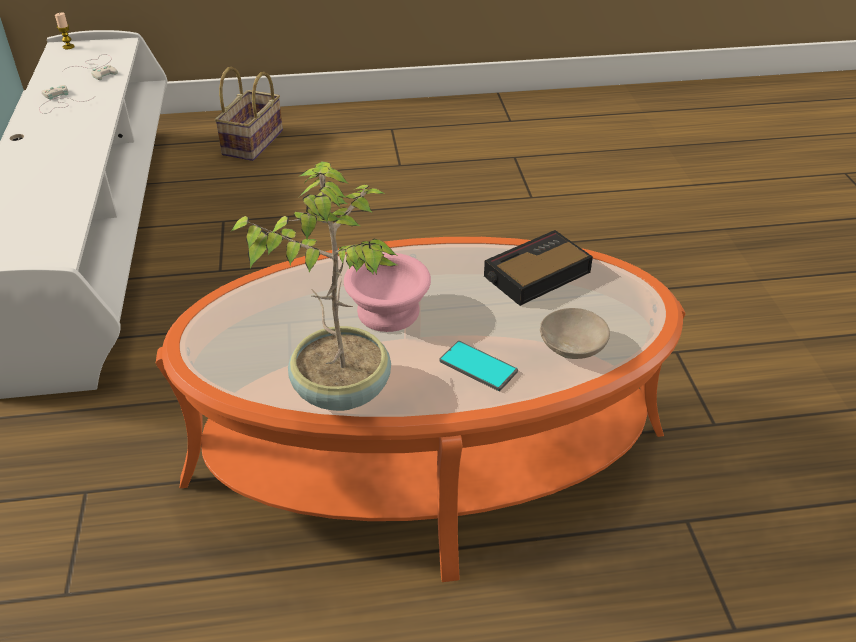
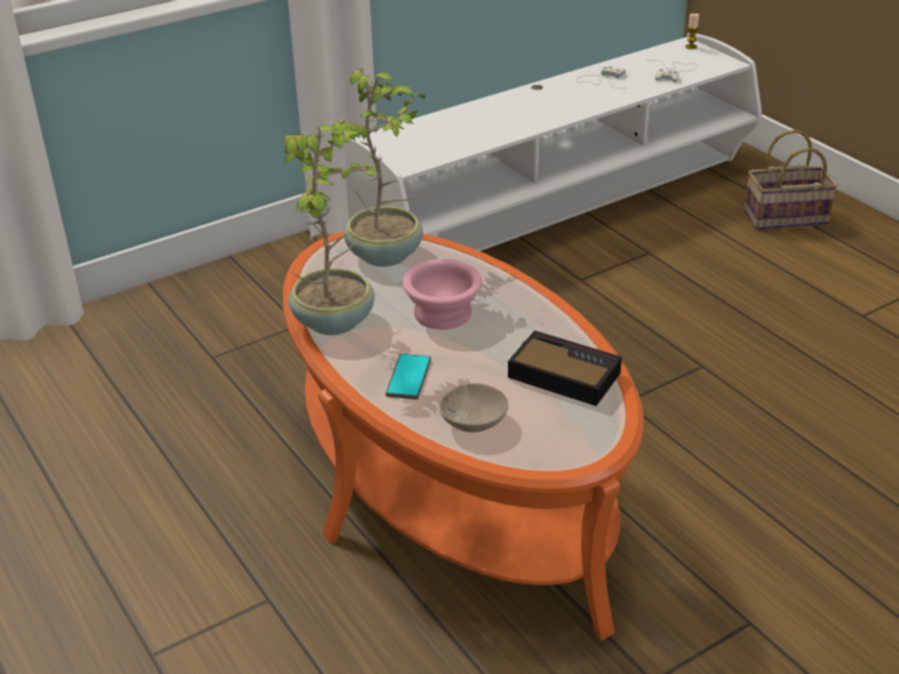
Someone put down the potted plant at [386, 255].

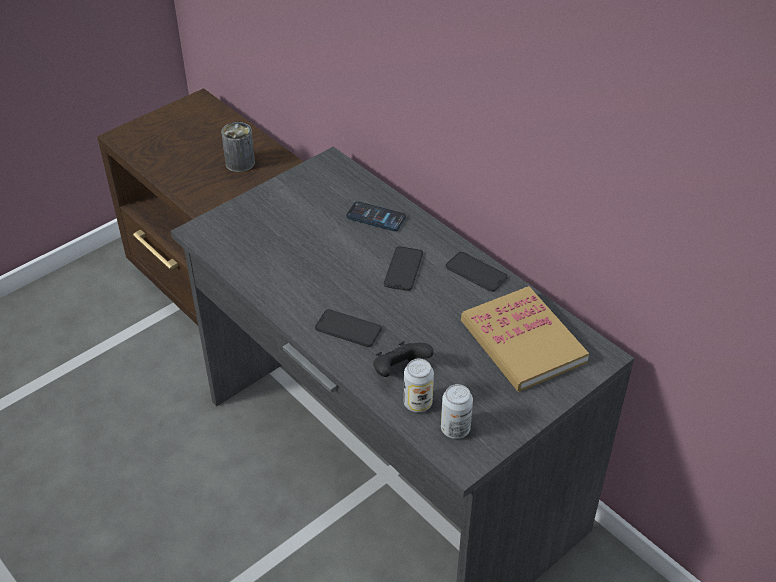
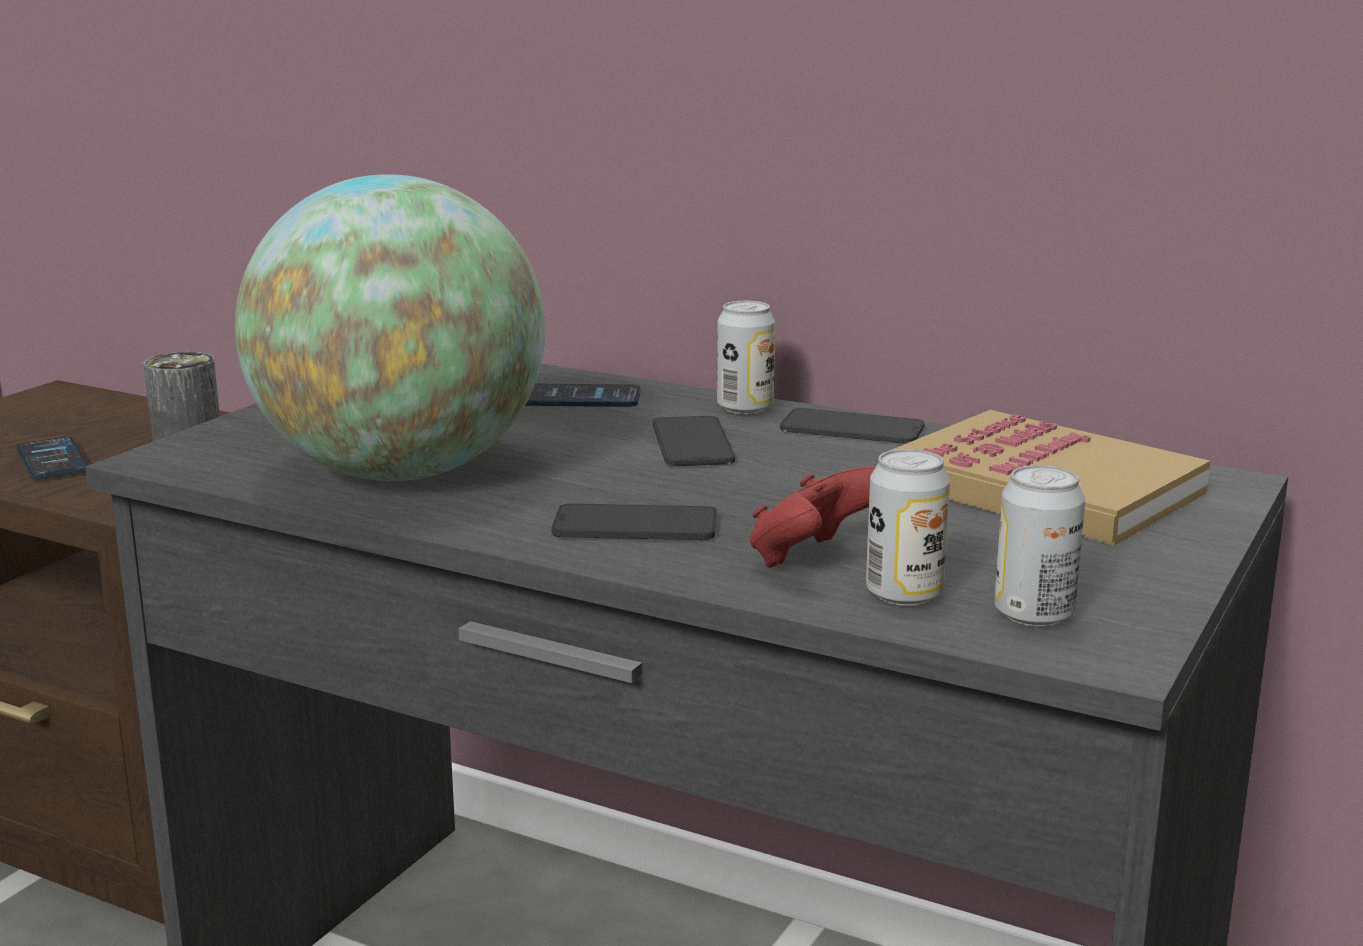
Someone put down the phone at [53, 461].
Someone put down the globe at [400, 472].
Someone put down the can at [745, 408].
Someone repainted the game controller (black) at [399, 371], which became the game controller (red) at [813, 560].

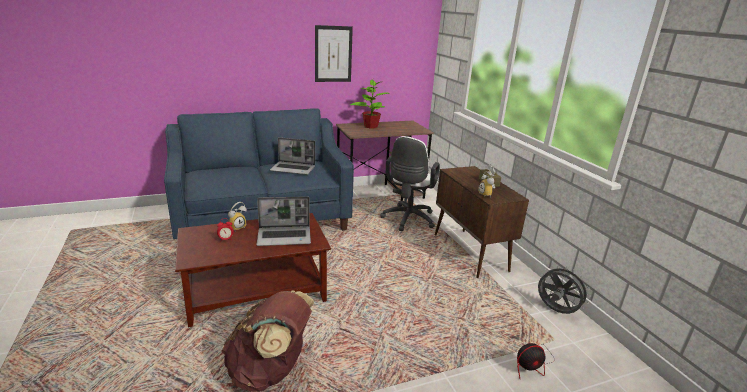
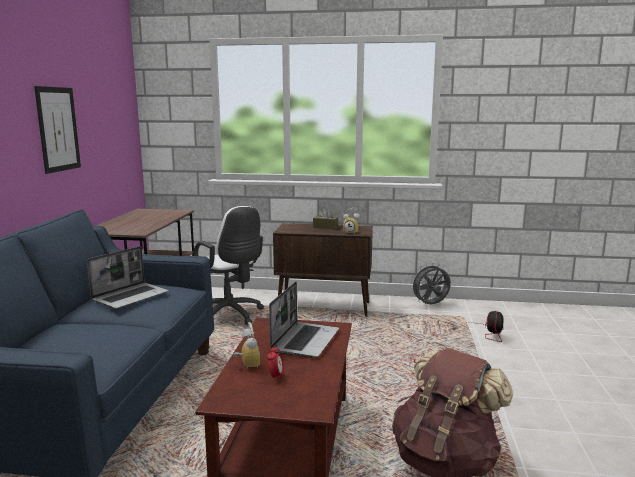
Someone took away the potted plant at [370, 126].

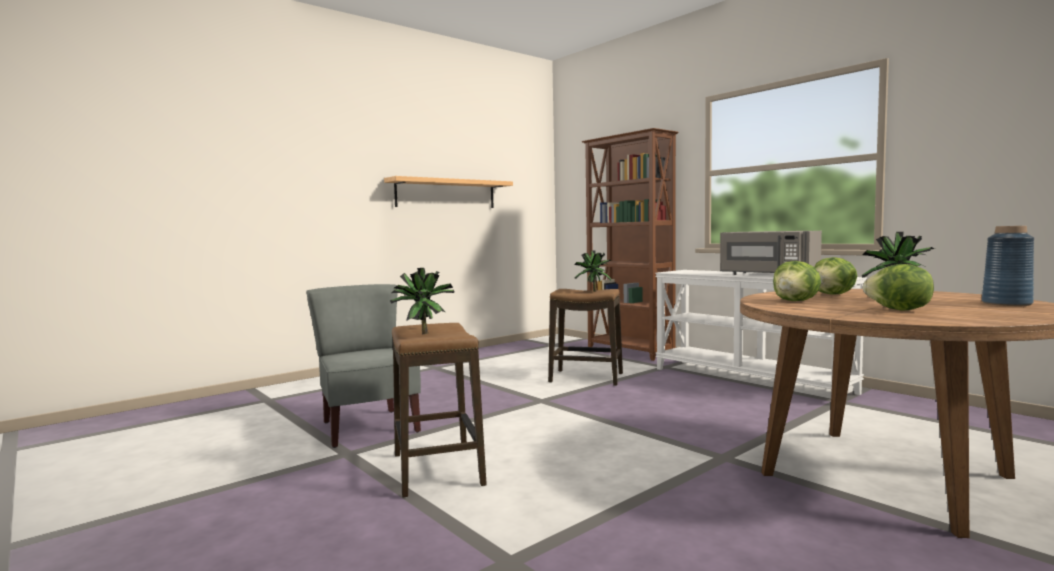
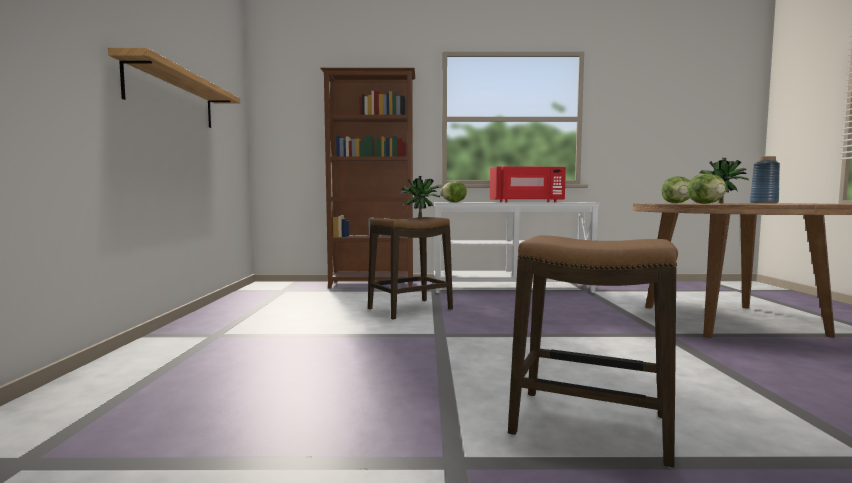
Someone carried the lettuce from [899, 310] to [454, 202].
Someone repainted the microwave (grey) at [767, 275], which became the microwave (red) at [527, 202].
Someone took away the chair (grey) at [368, 427].
Someone took away the potted plant at [422, 333].

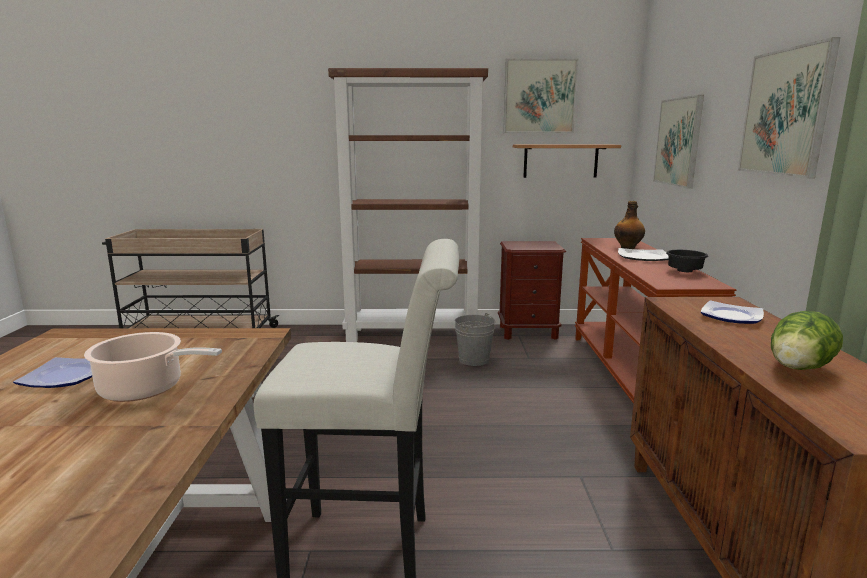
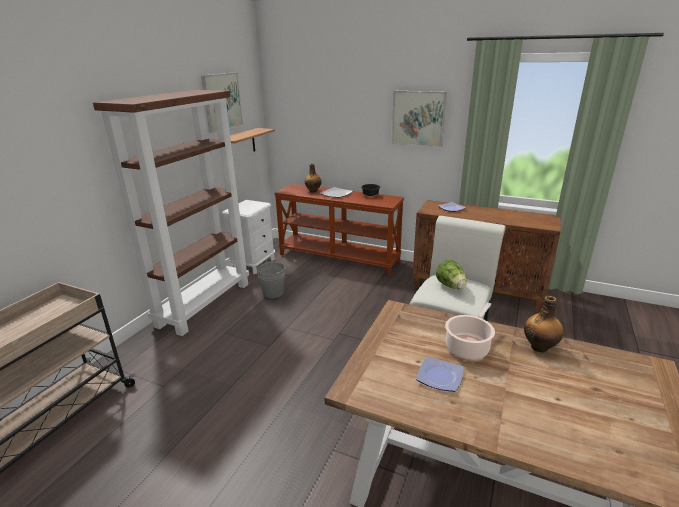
Someone repainted the nightstand (brown) at [528, 332], which became the nightstand (white) at [254, 264].
Someone carried the lettuce from [798, 369] to [451, 286].
Someone put down the bottle at [540, 347].
Someone took away the picture at [678, 142].

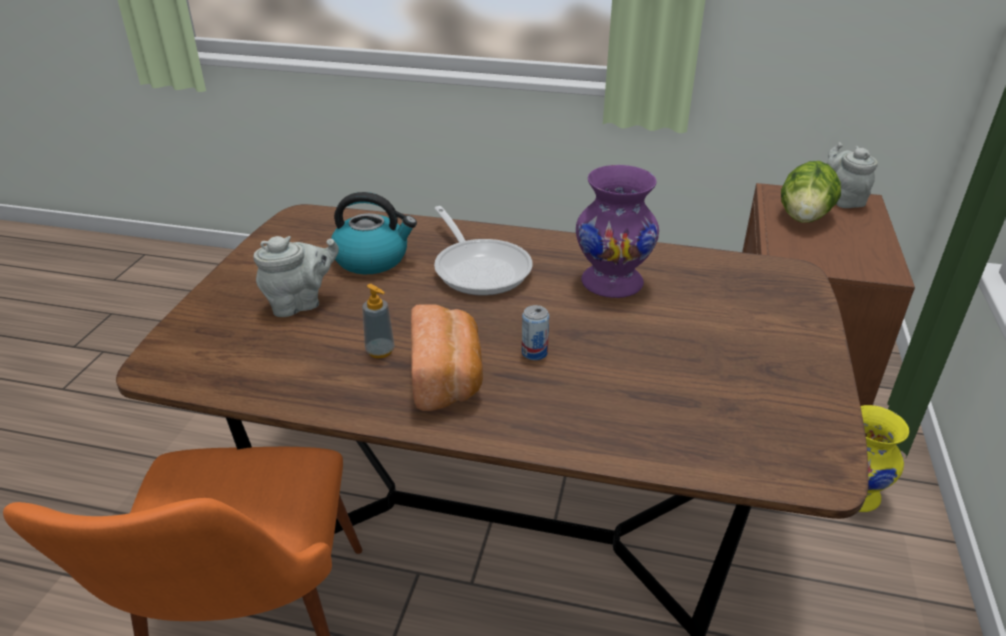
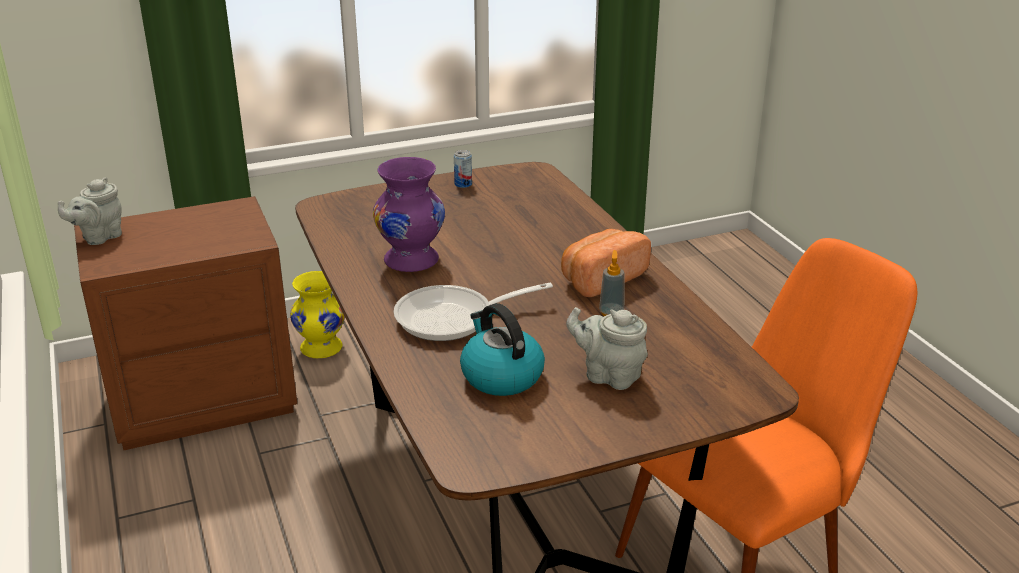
Someone rotated the frying pan at [479, 268] by 135 degrees counterclockwise.
Someone carried the can from [534, 353] to [463, 184].
Someone took away the lettuce at [804, 218].

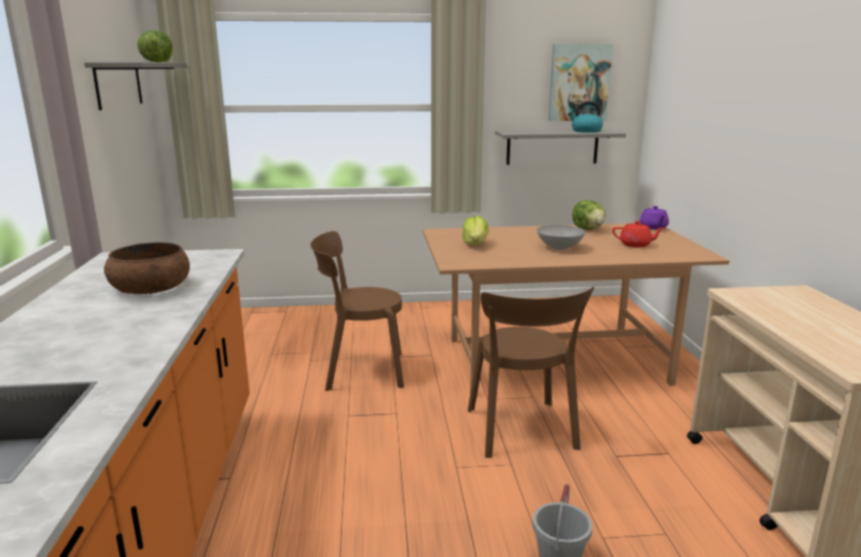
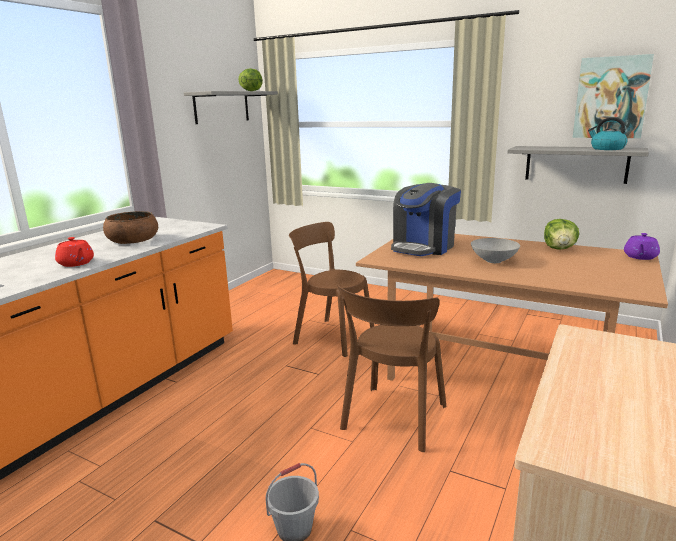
Someone carried the teapot (red) from [636, 245] to [76, 263].
Someone swapped the lettuce at [475, 244] for the coffee machine at [423, 247].

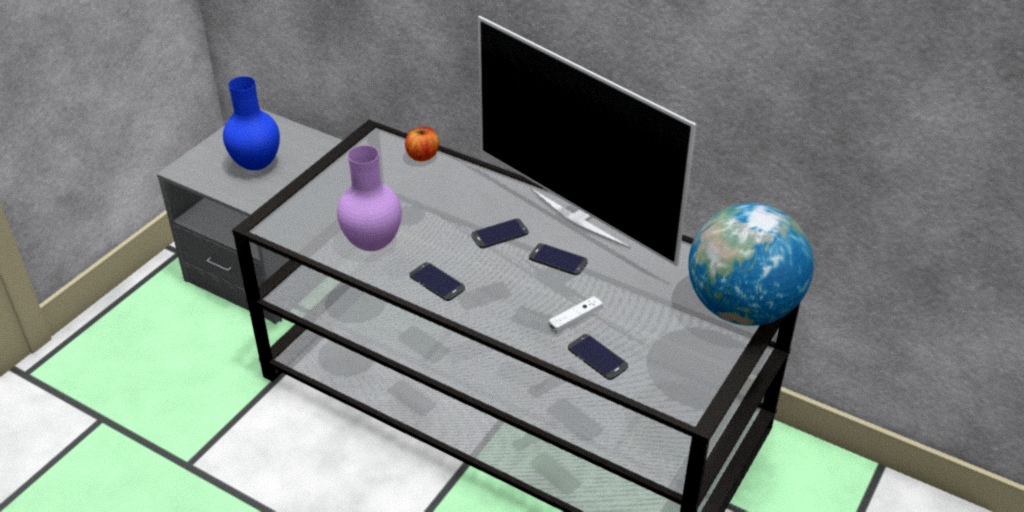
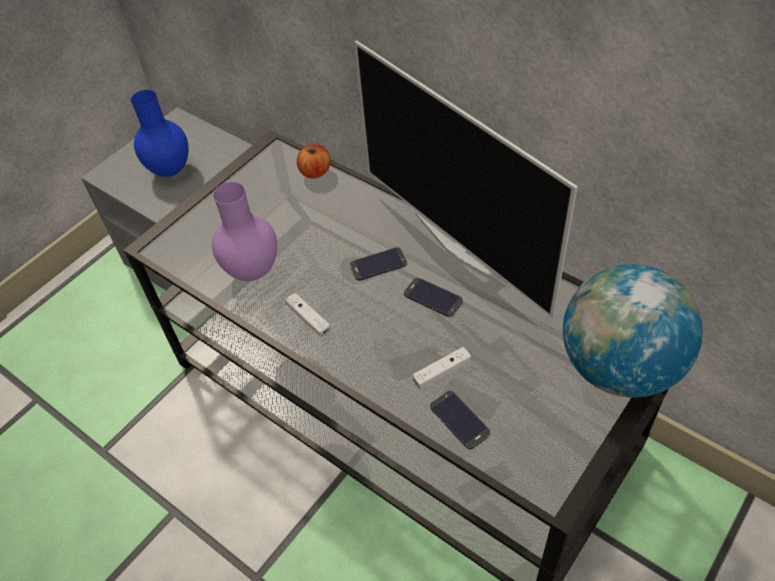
Someone swapped the phone at [437, 282] for the game controller (white) at [308, 319].

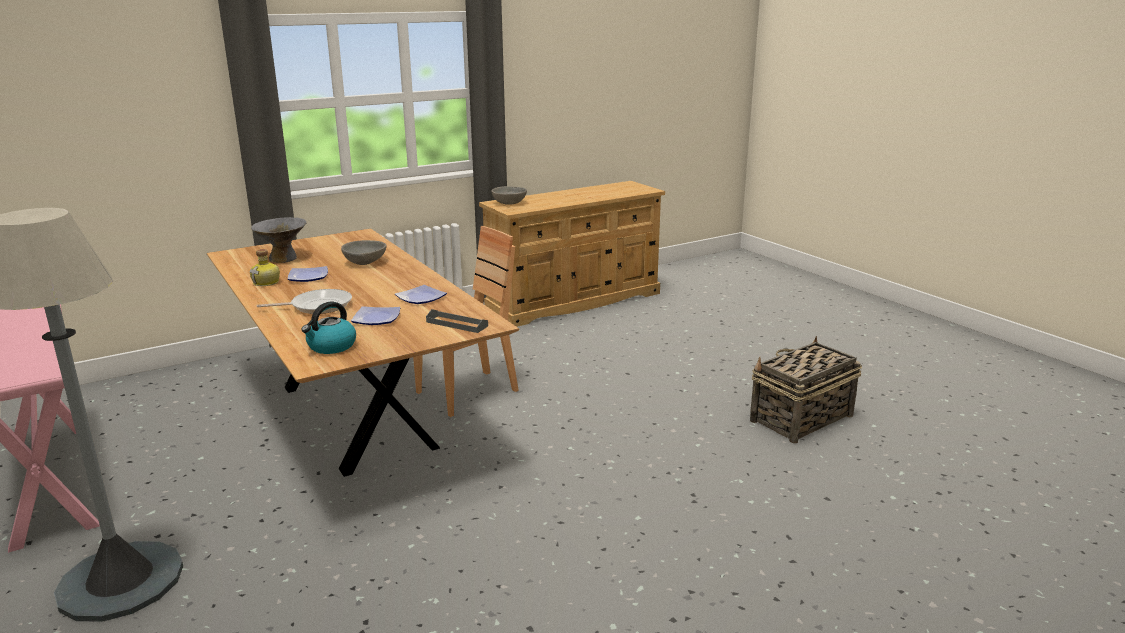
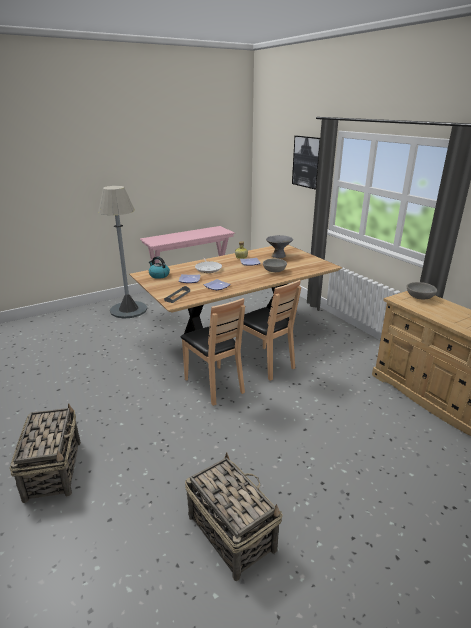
Someone put down the basket at [54, 469].
Someone put down the chair (brown) at [214, 385].
Someone put up the picture at [307, 162].

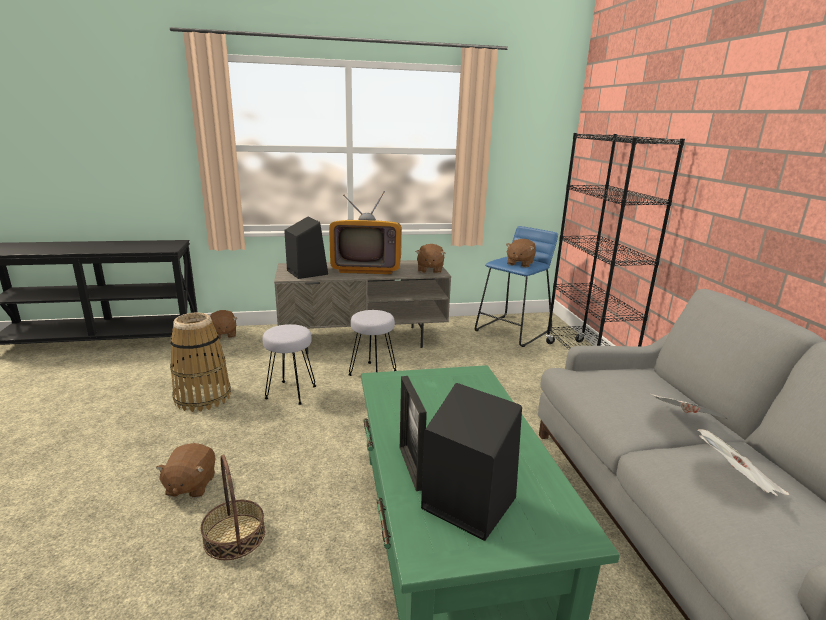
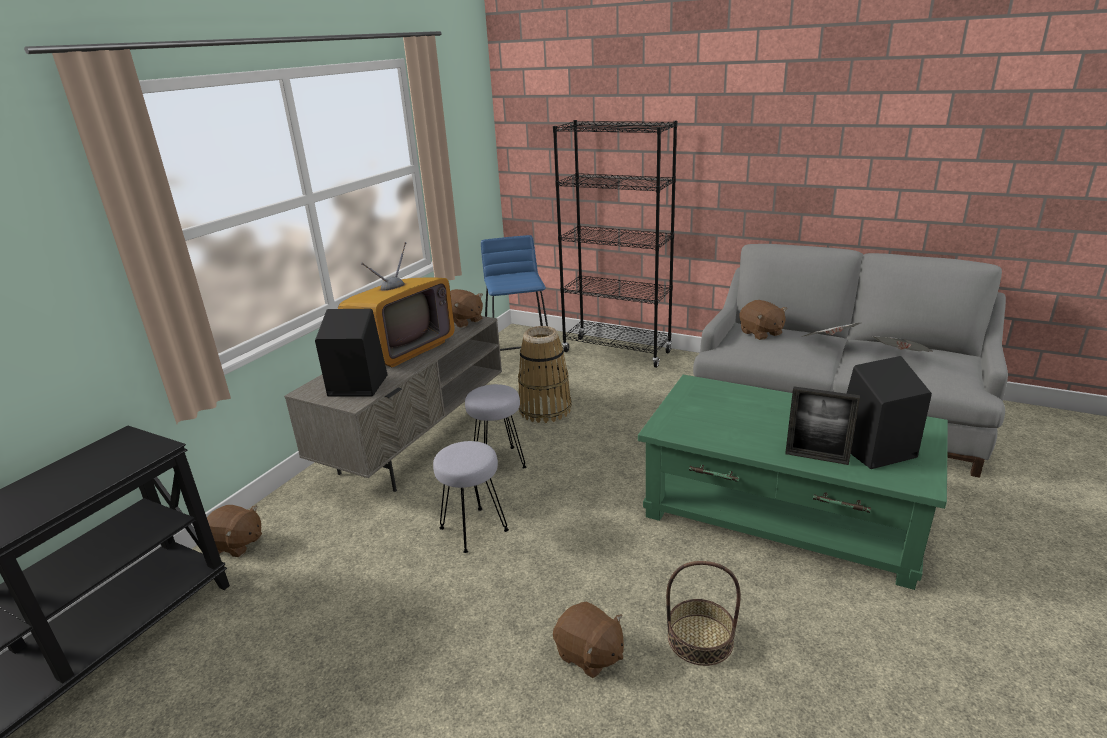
Someone carried the basket from [203, 397] to [545, 409].
Someone carried the plush toy (brown) from [519, 263] to [761, 333].

